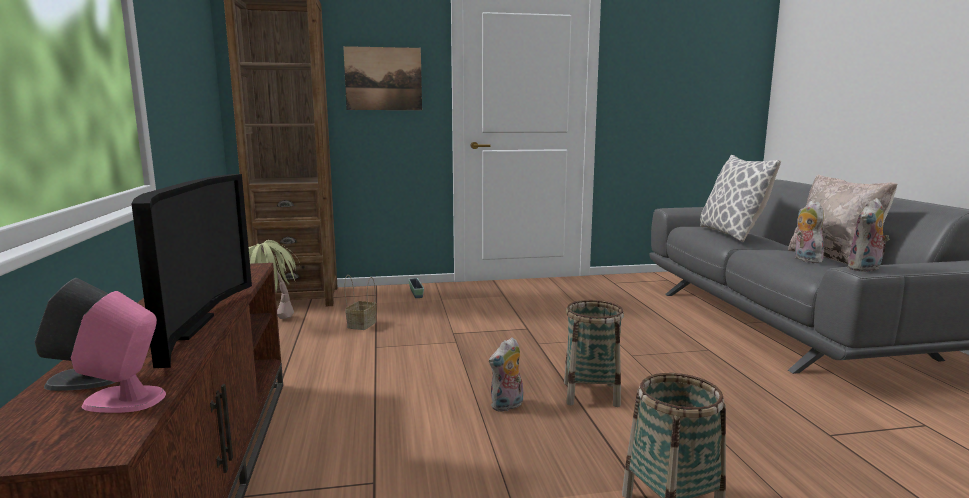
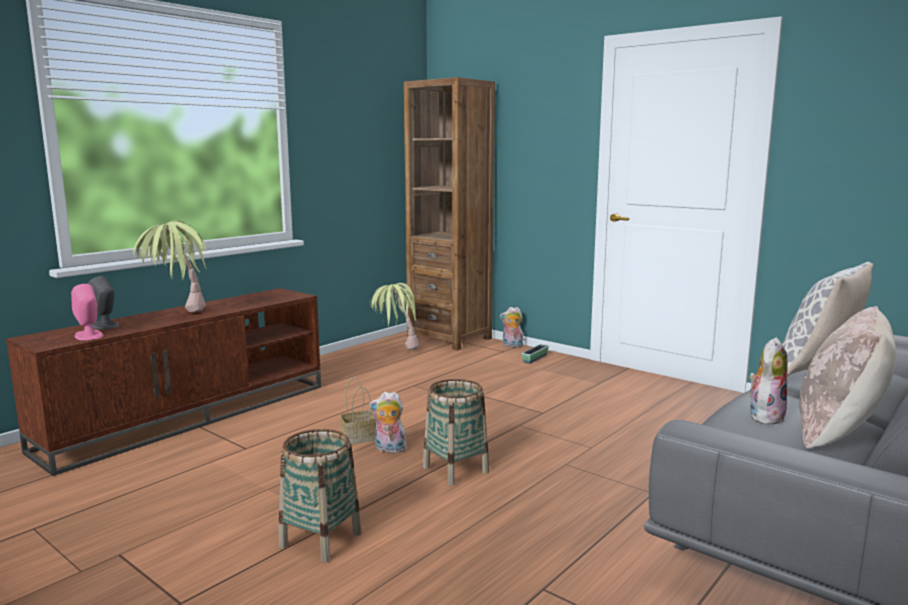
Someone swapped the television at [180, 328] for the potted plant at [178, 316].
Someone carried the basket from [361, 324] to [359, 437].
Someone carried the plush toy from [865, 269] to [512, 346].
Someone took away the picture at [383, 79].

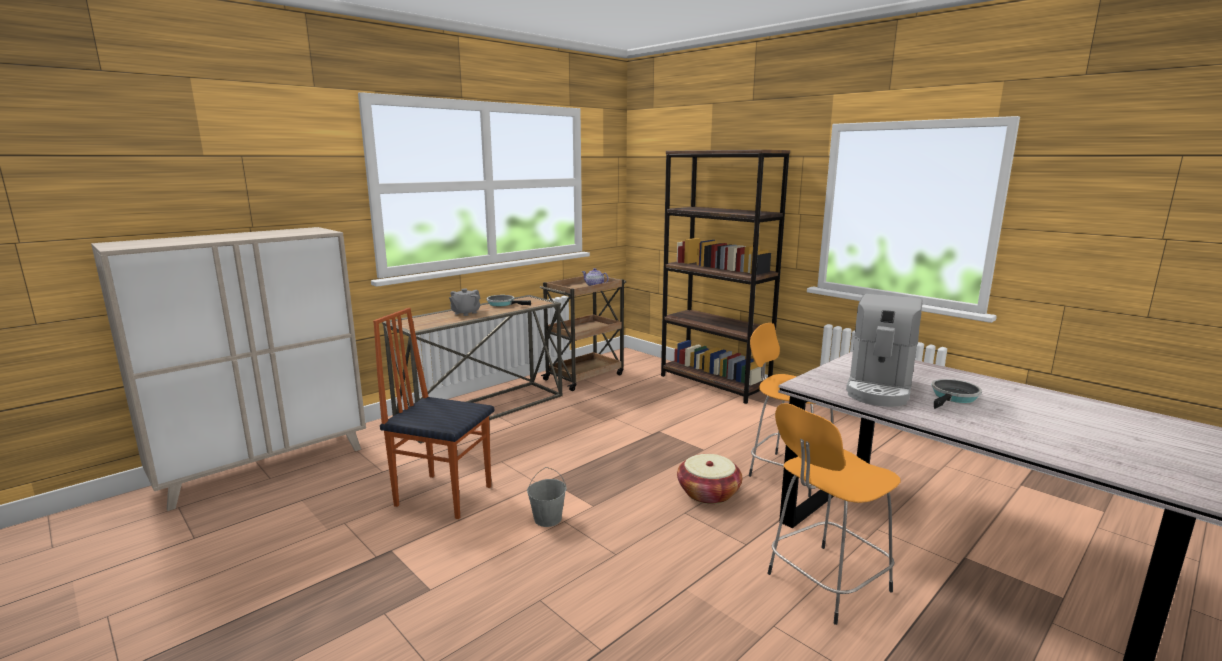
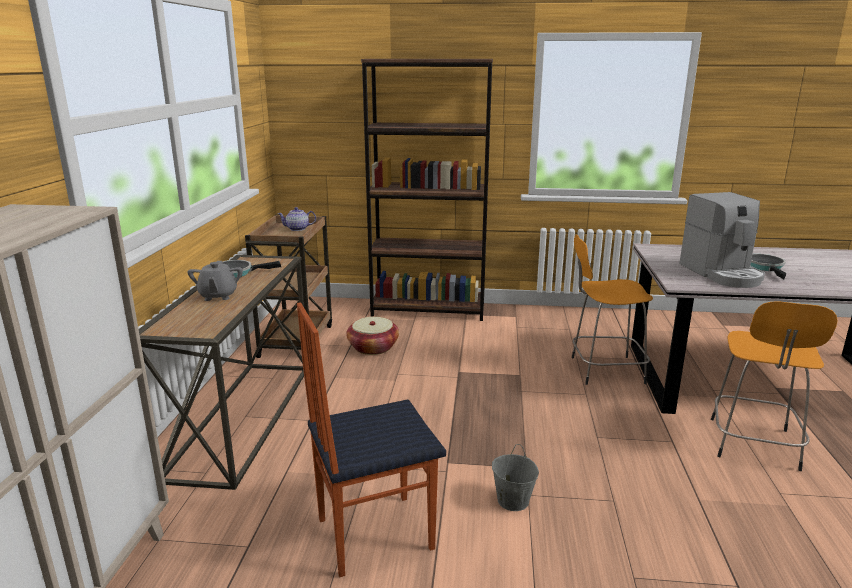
Someone carried the basket from [708, 493] to [373, 347].

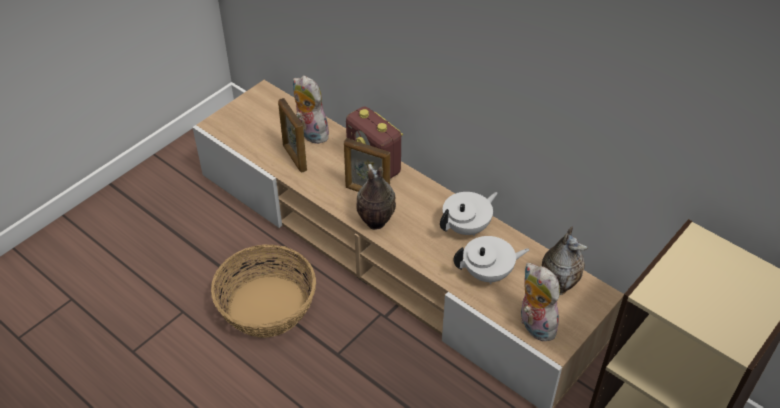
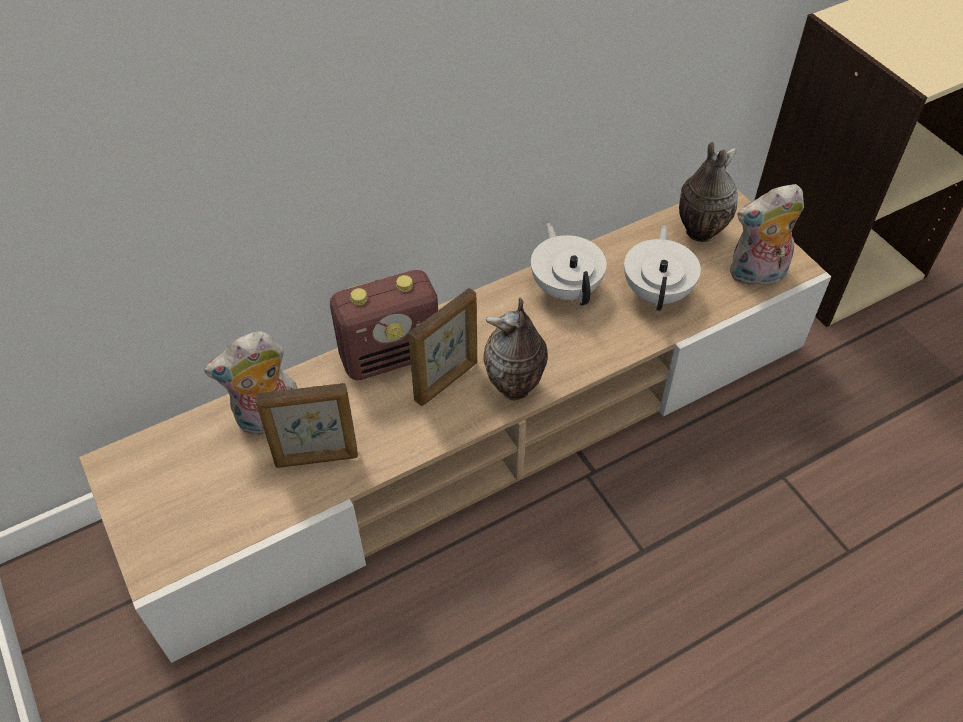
Someone took away the basket at [267, 307].

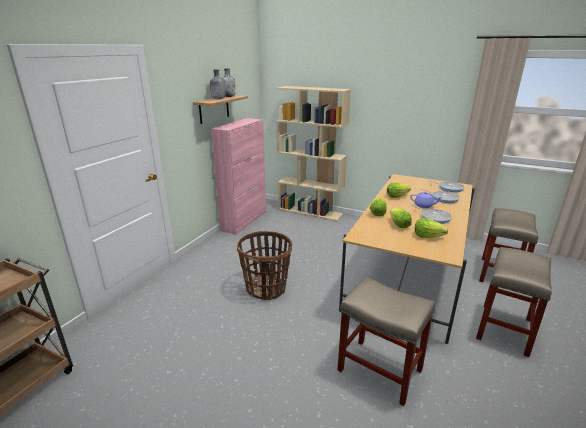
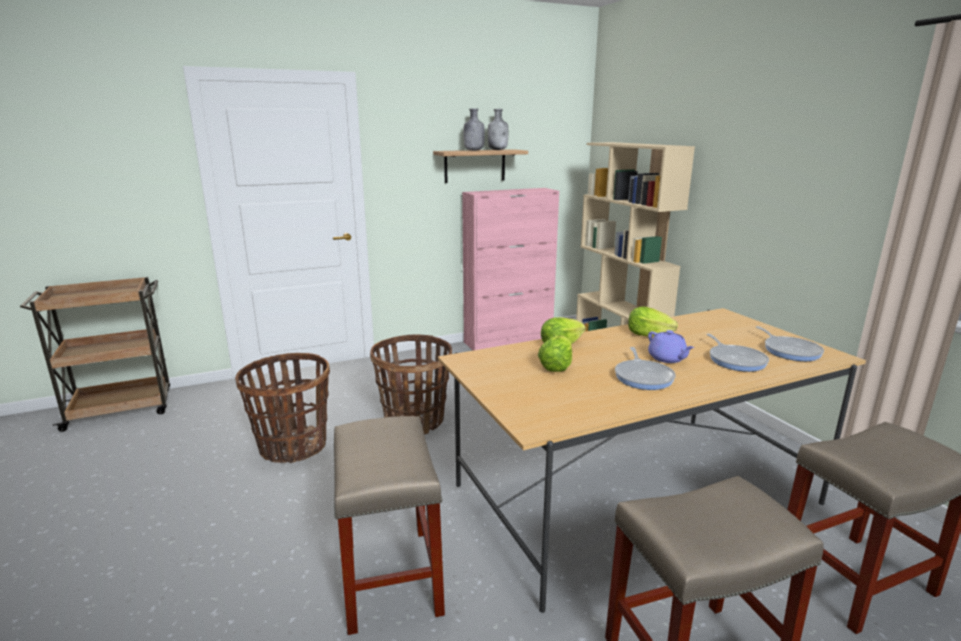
Someone put down the basket at [292, 446].
Someone took away the lettuce at [427, 236].

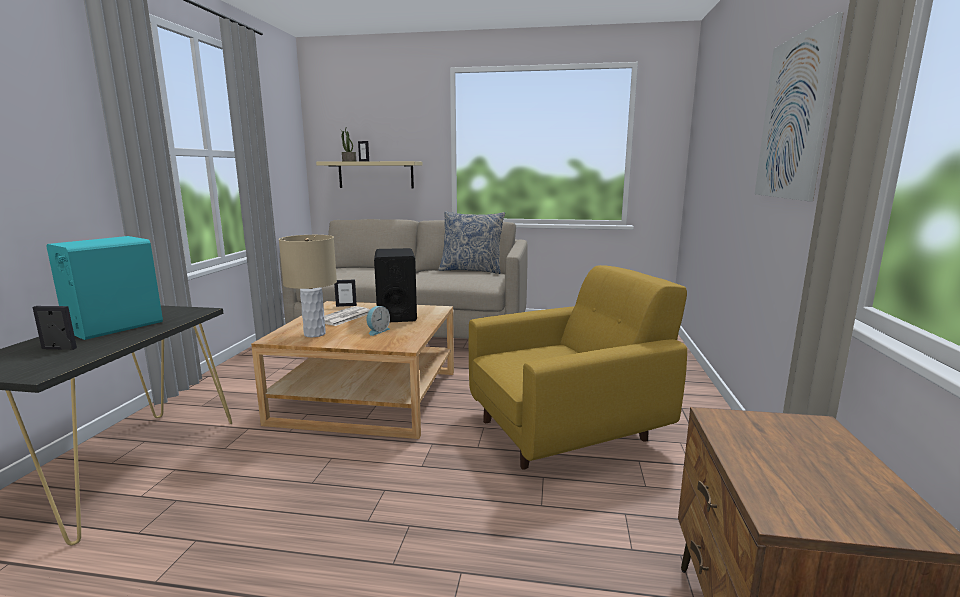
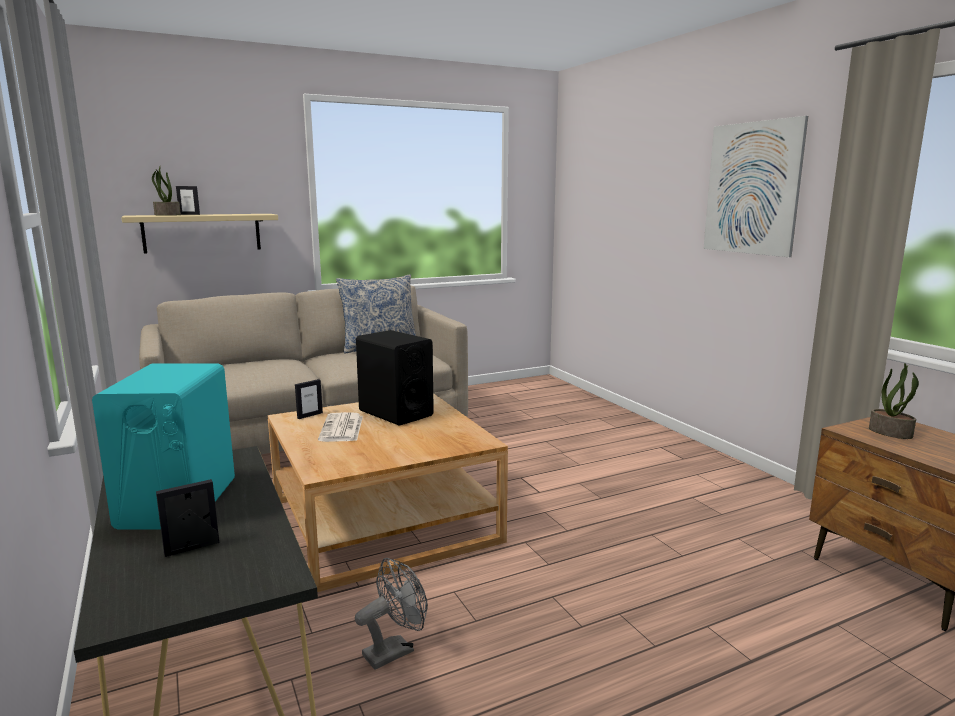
Someone put down the fan (grey) at [395, 650].
Someone put down the potted plant at [891, 432].
Someone took away the table lamp (beige) at [314, 334].
Someone took away the alarm clock at [377, 331].
Someone took away the armchair (yellow) at [568, 429].

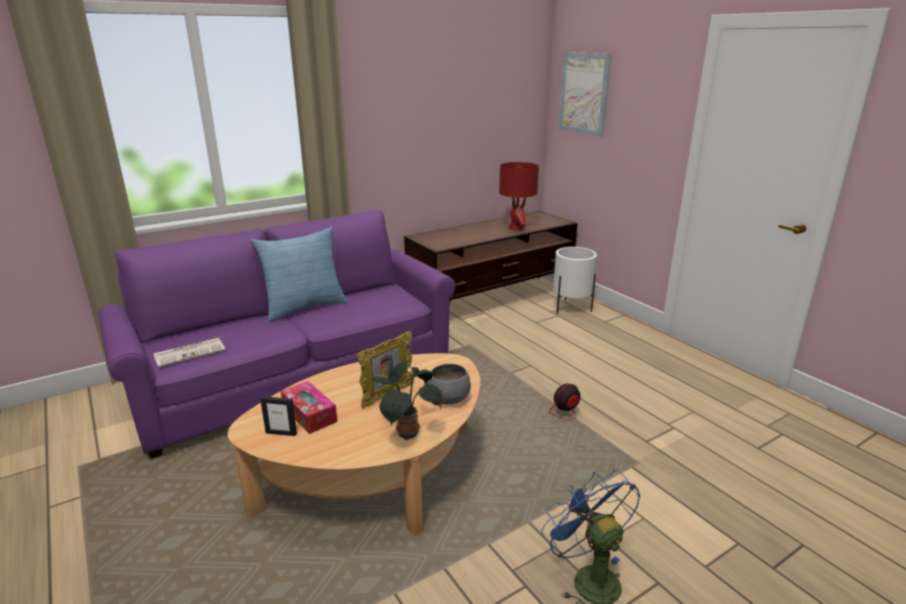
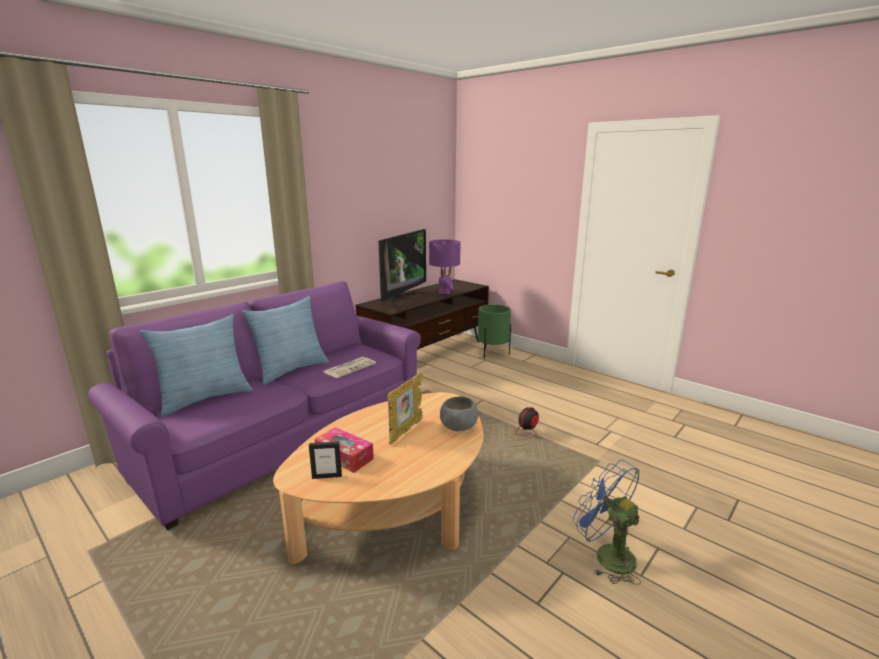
Someone put down the pillow at [205, 398].
Someone carried the newspaper from [190, 352] to [350, 367].
Someone put down the television at [402, 298].
Someone repainted the table lamp (red) at [516, 228], which became the table lamp (purple) at [444, 292].
Someone repainted the planter (white) at [571, 308], which became the planter (green) at [492, 354].
Someone took away the potted plant at [406, 432].
Someone took away the picture at [584, 93].

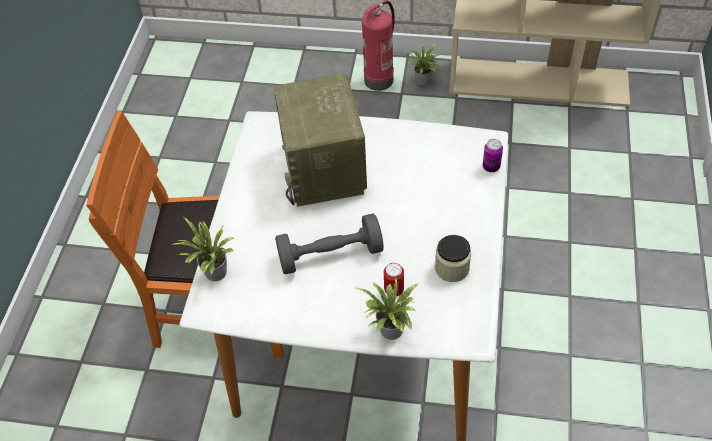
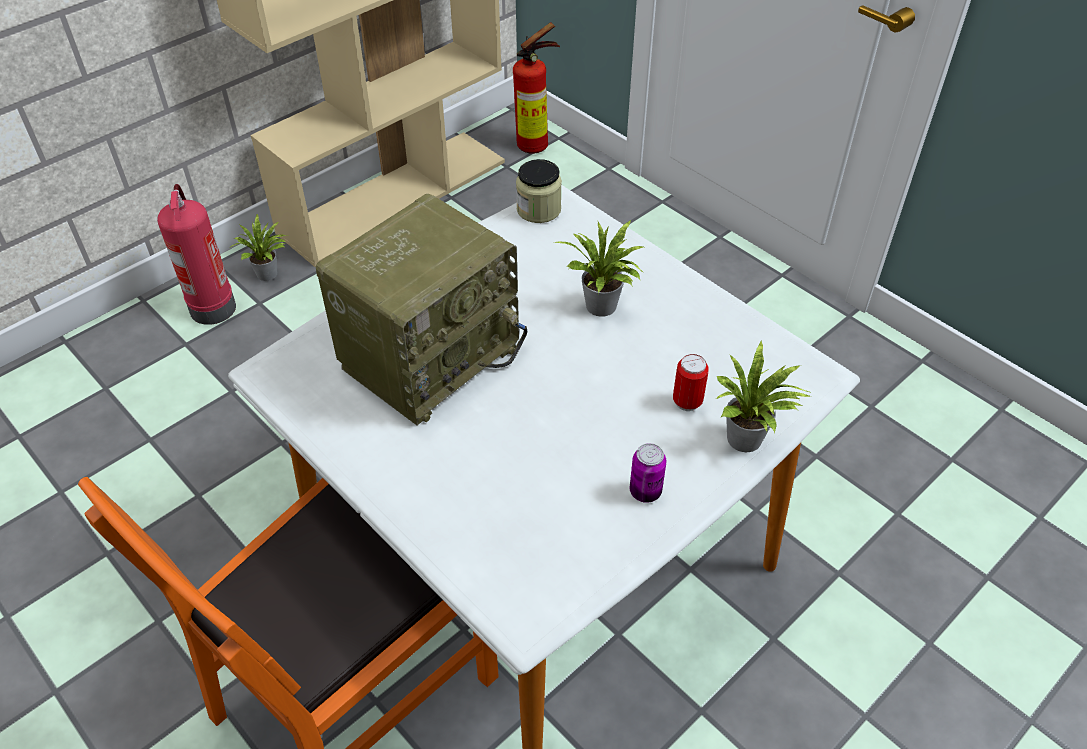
Someone rotated the radio at [325, 169] by 75 degrees counterclockwise.
Someone put down the fire extinguisher at [537, 145].
Someone carried the jar from [452, 268] to [538, 210].
Someone carried the potted plant from [213, 274] to [602, 309].
Someone carried the can from [491, 167] to [645, 492].
Someone took away the dumbbell (grey) at [330, 255].

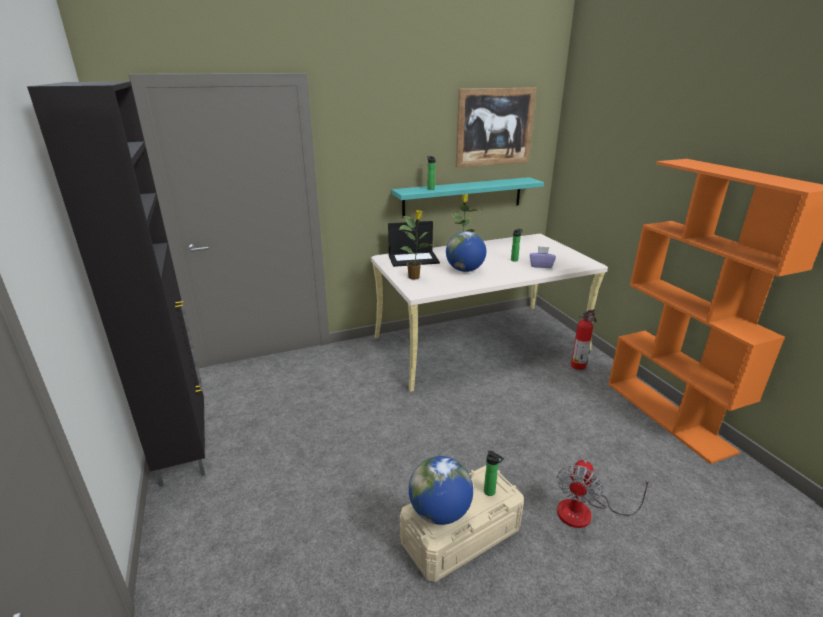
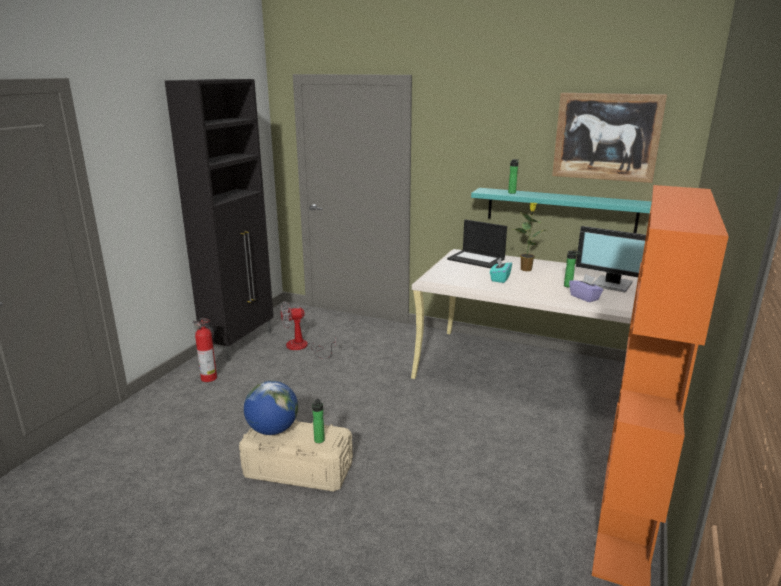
Someone carried the fire extinguisher from [579, 365] to [210, 378].
Someone carried the fan from [586, 512] to [303, 347].
Someone swapped the globe at [465, 270] for the tissue box (turquoise) at [500, 279].
Someone put down the monitor at [612, 285].
Someone took away the potted plant at [414, 277].

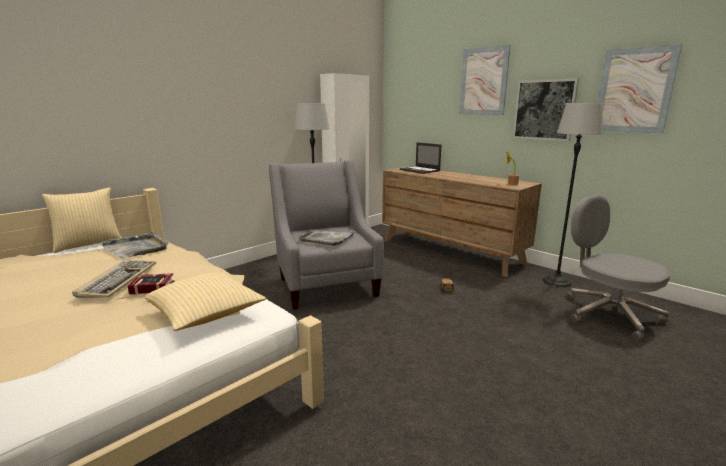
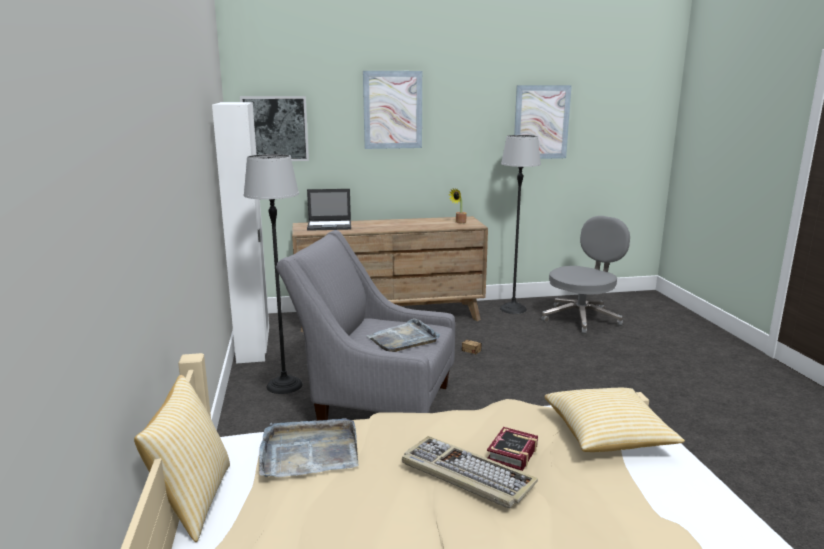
Someone carried the picture from [544, 110] to [275, 129].
Someone rotated the office chair (grey) at [608, 313] by 135 degrees clockwise.

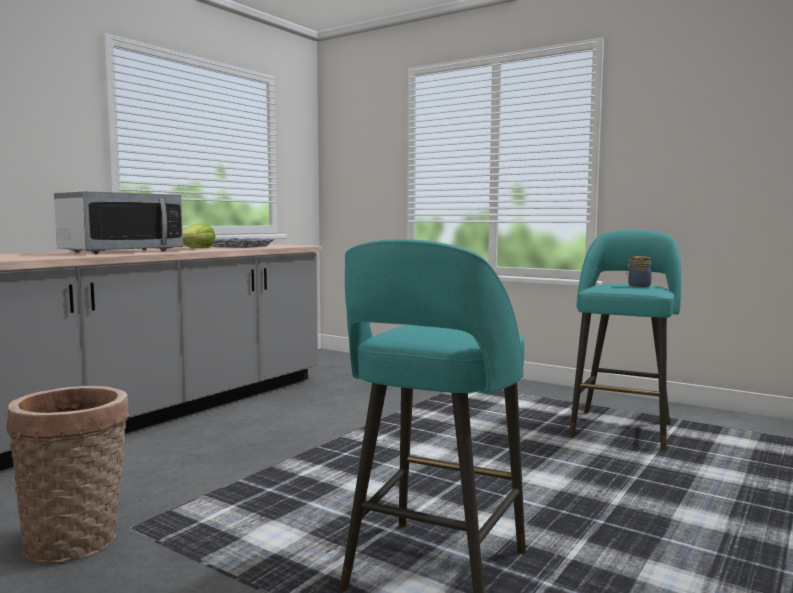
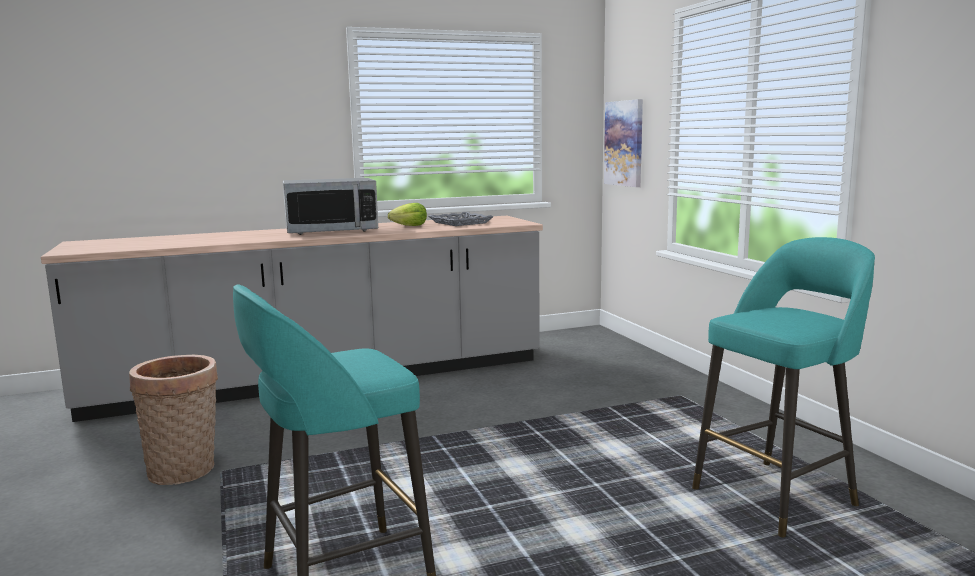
Someone put up the picture at [624, 143].
Someone took away the jar at [638, 286].

